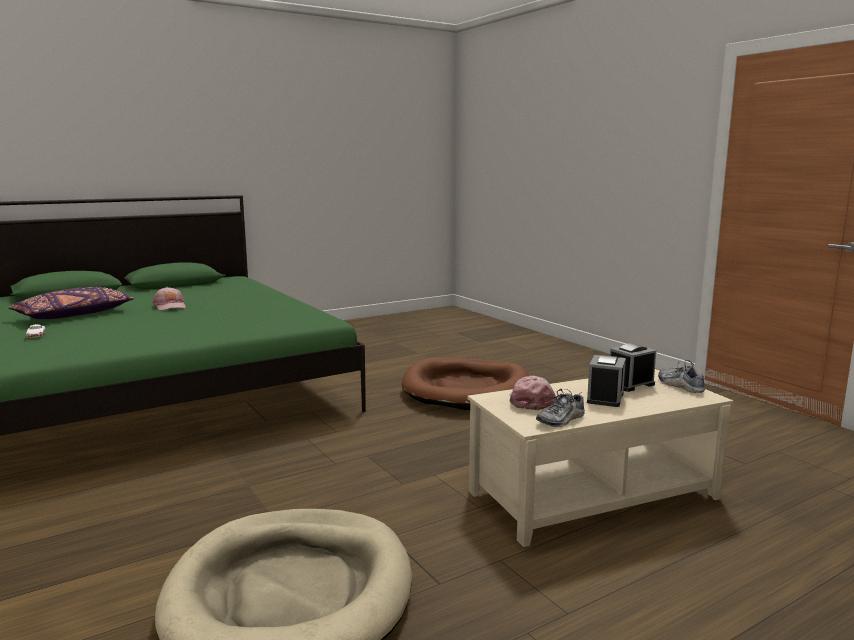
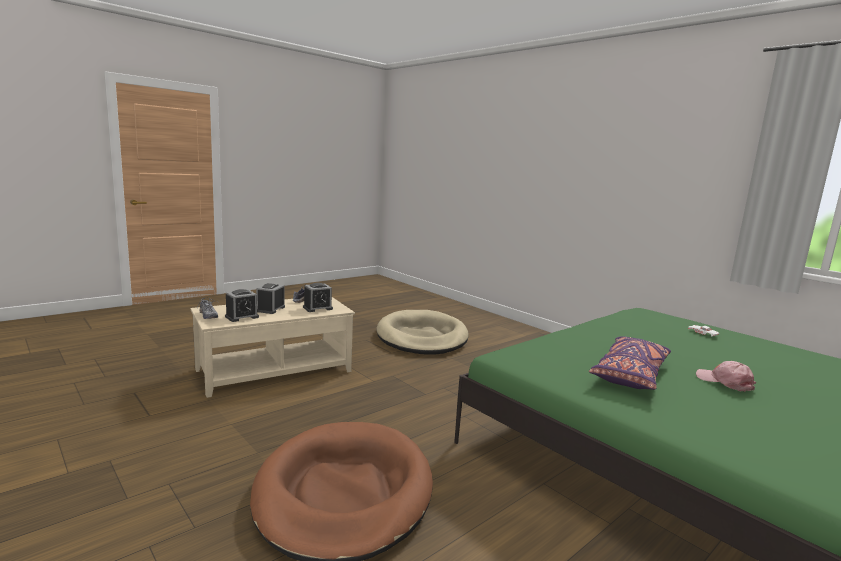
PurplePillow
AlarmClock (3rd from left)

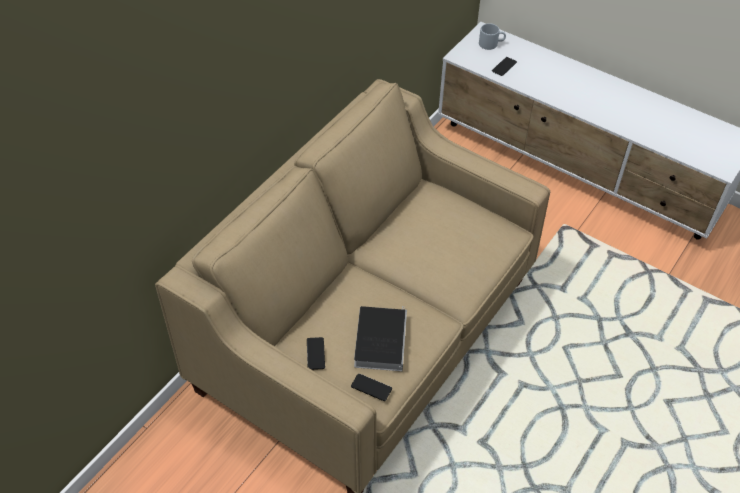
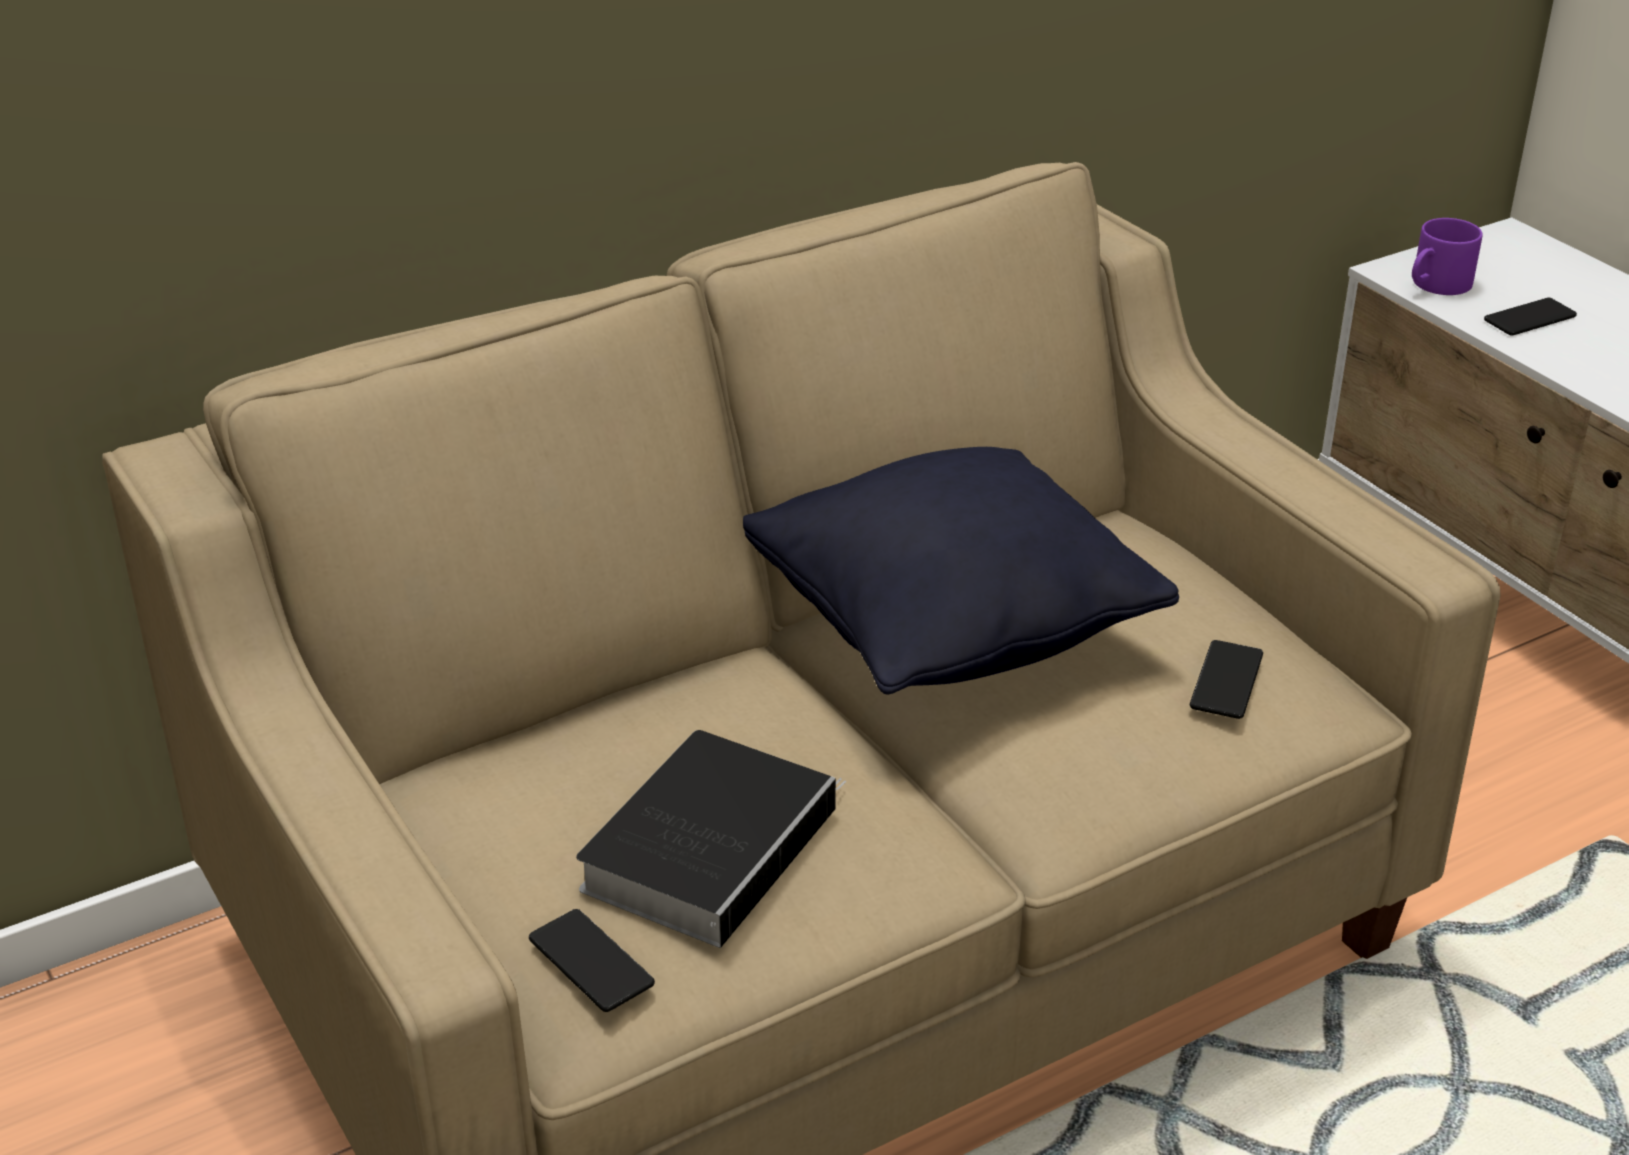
Phone (2nd from left)
GreyMug
BlackPillow
PurpleMug

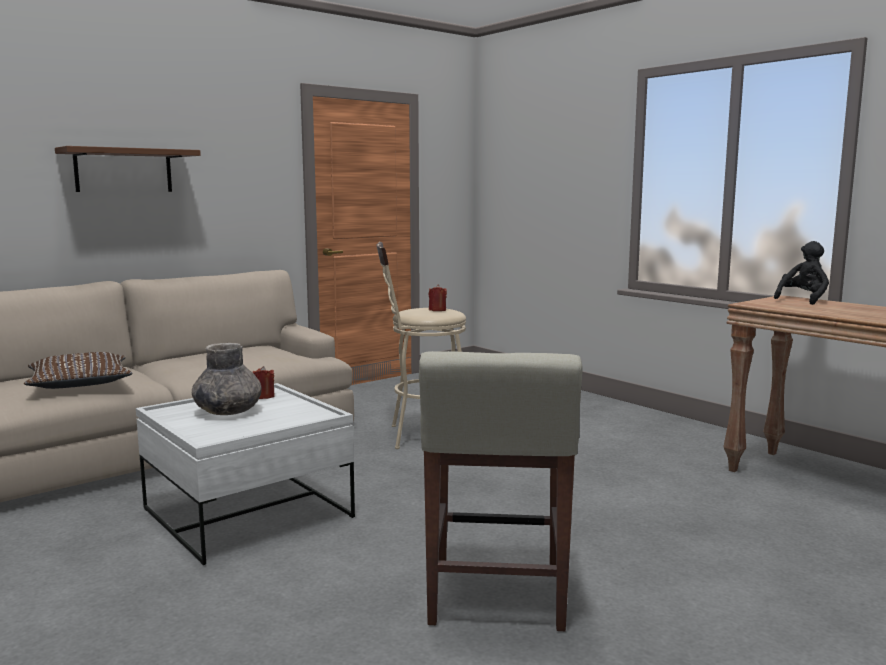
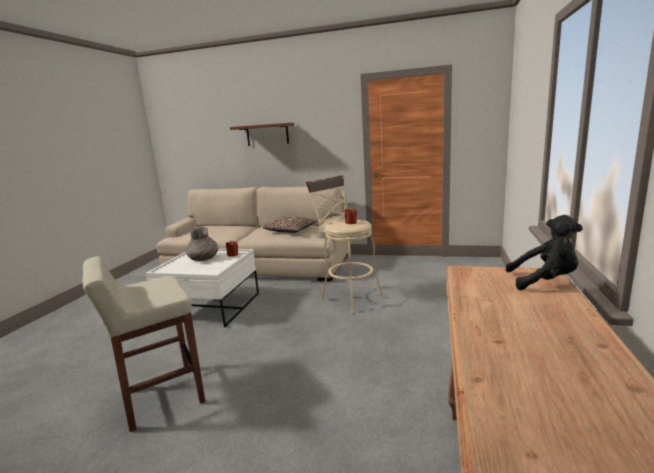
BrownPillow

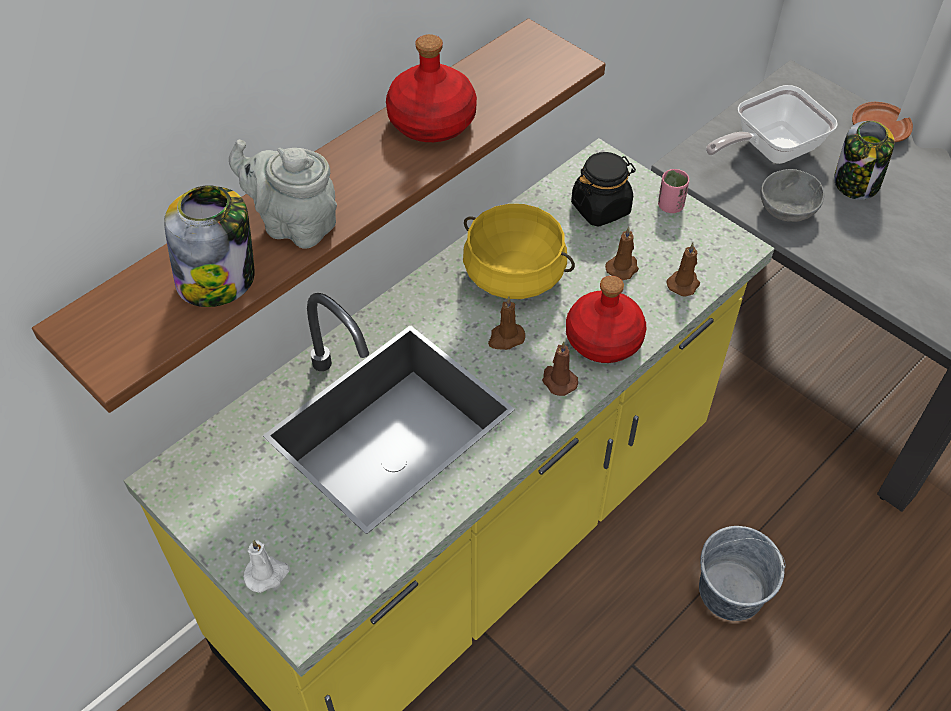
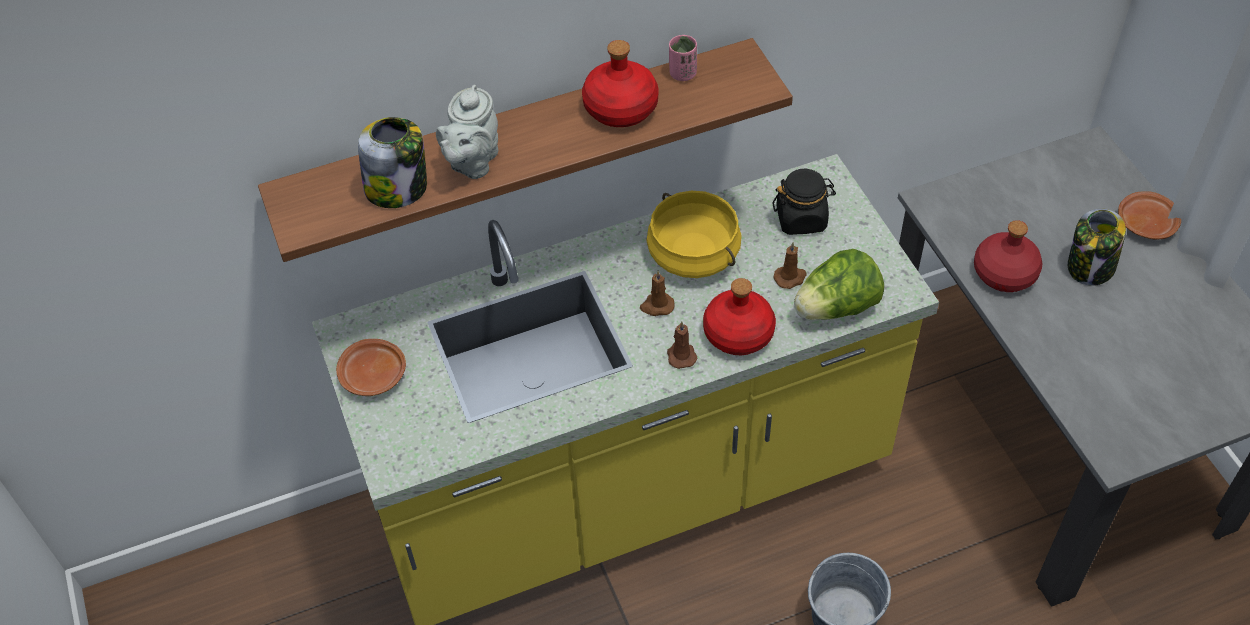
GreyTeapot
WhiteCandle
PinkCup
Lettuce
FryingPan
RedBottle (3rd from left)
BrownPlate (1st from left)

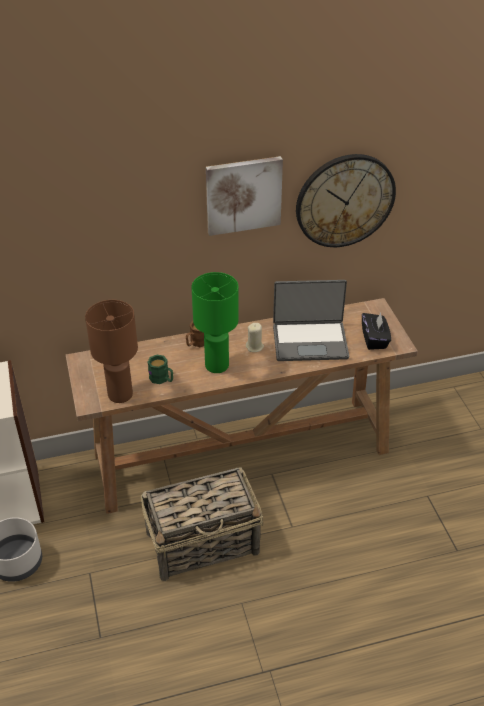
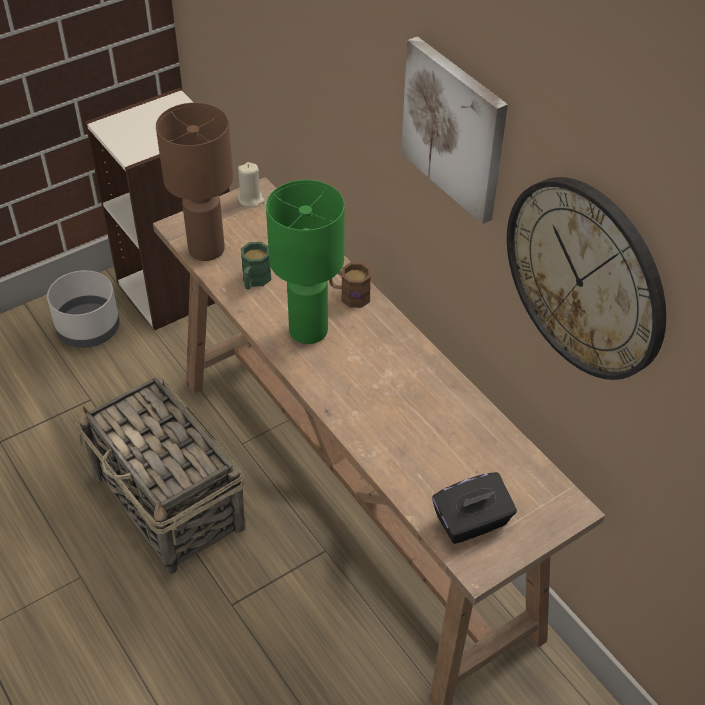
BeigeCandle
Laptop

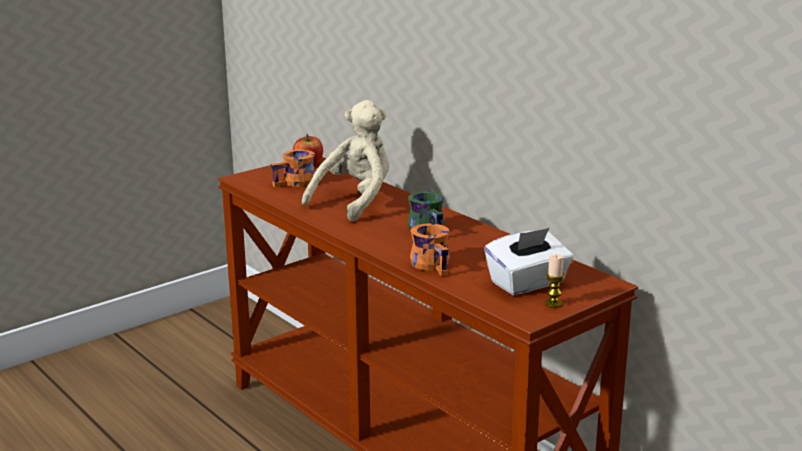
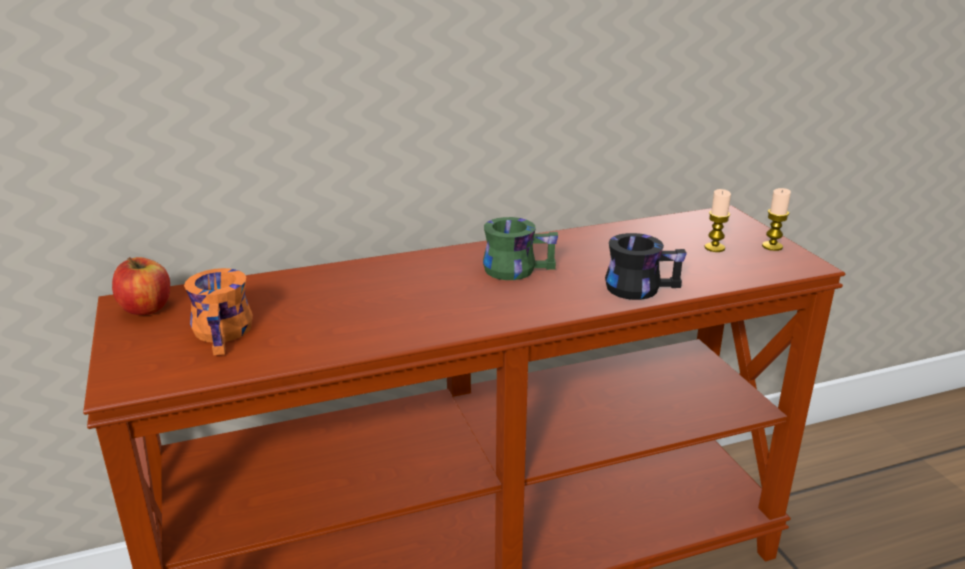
BeigePlushToy
BlackMug
Candle (1st from left)

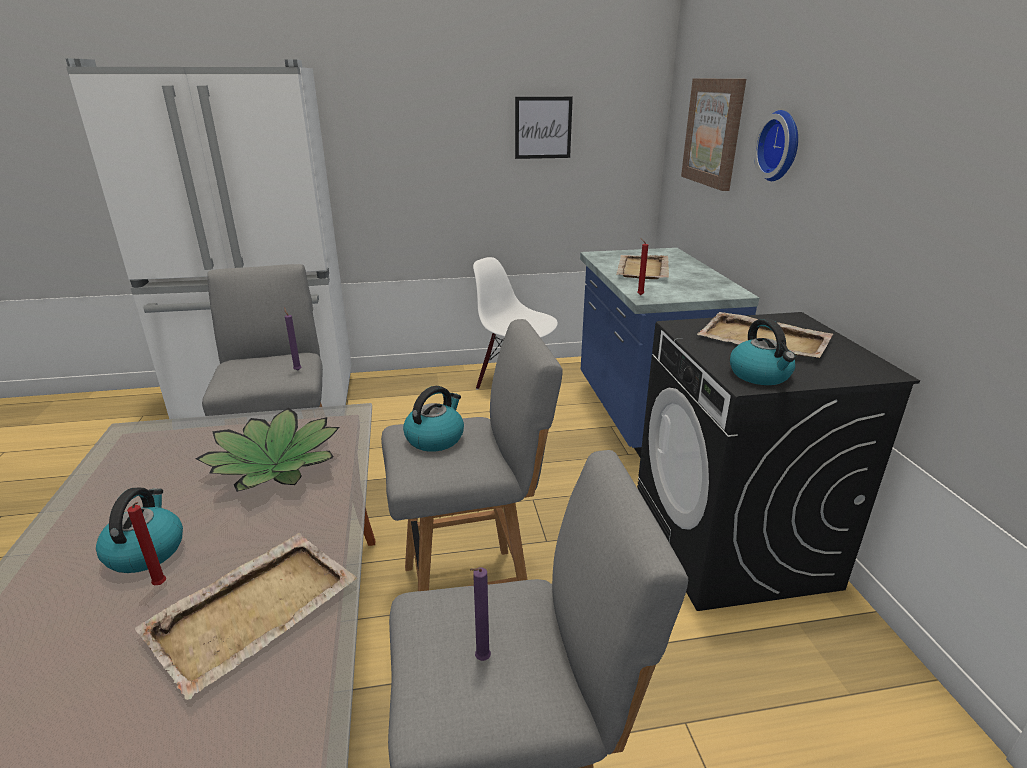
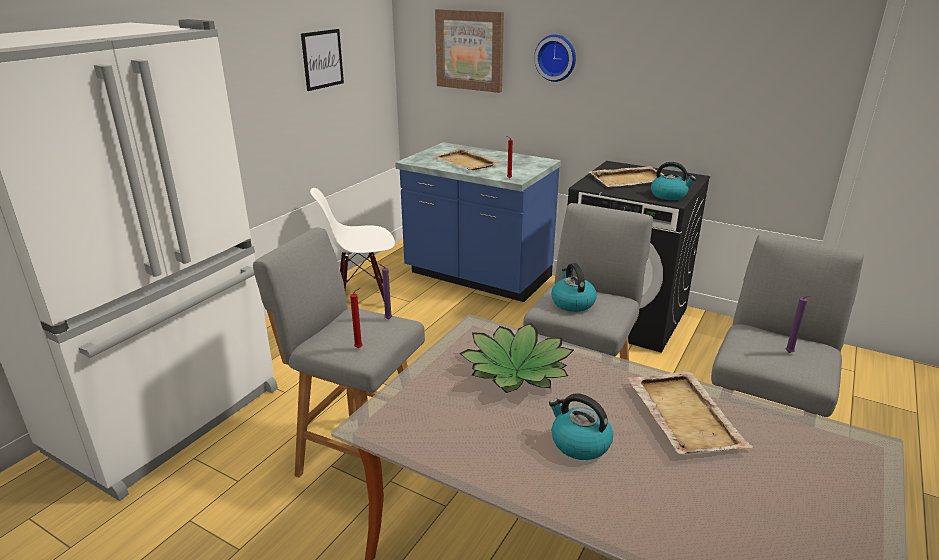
RedCandle (1st from left)

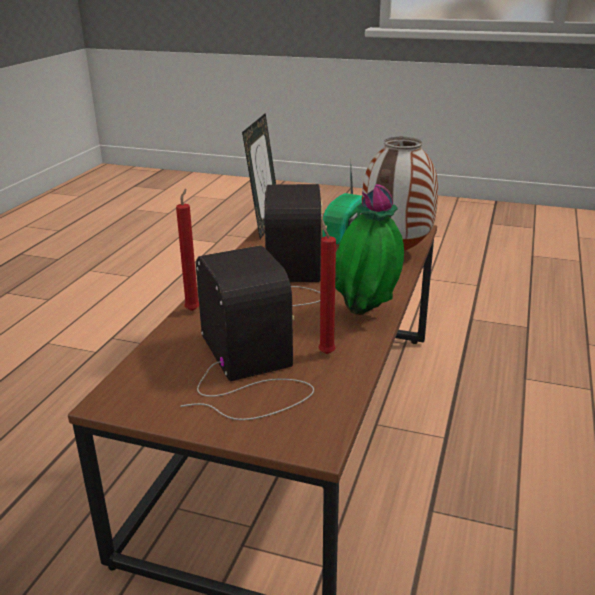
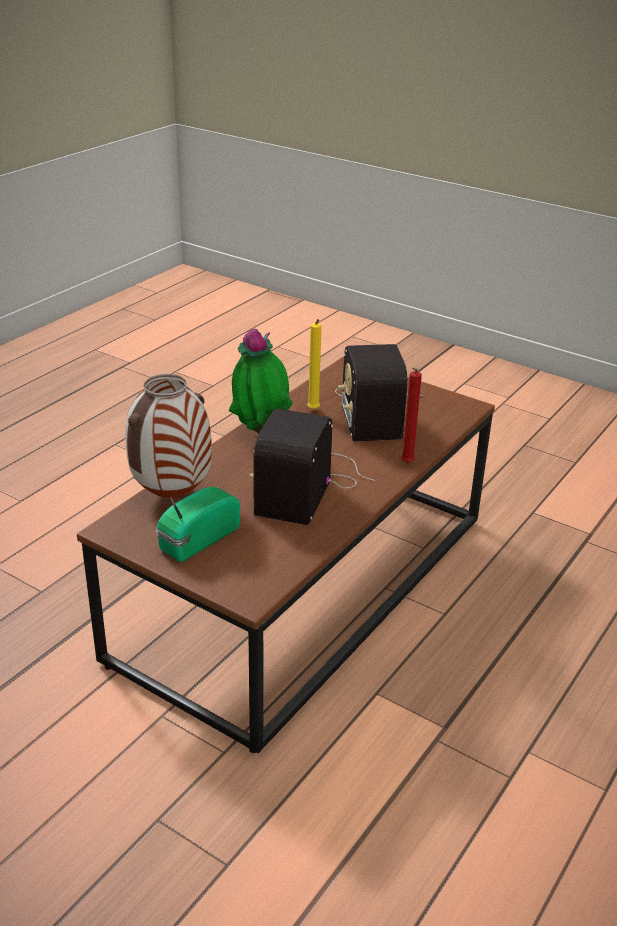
PictureFrame
YellowCandle

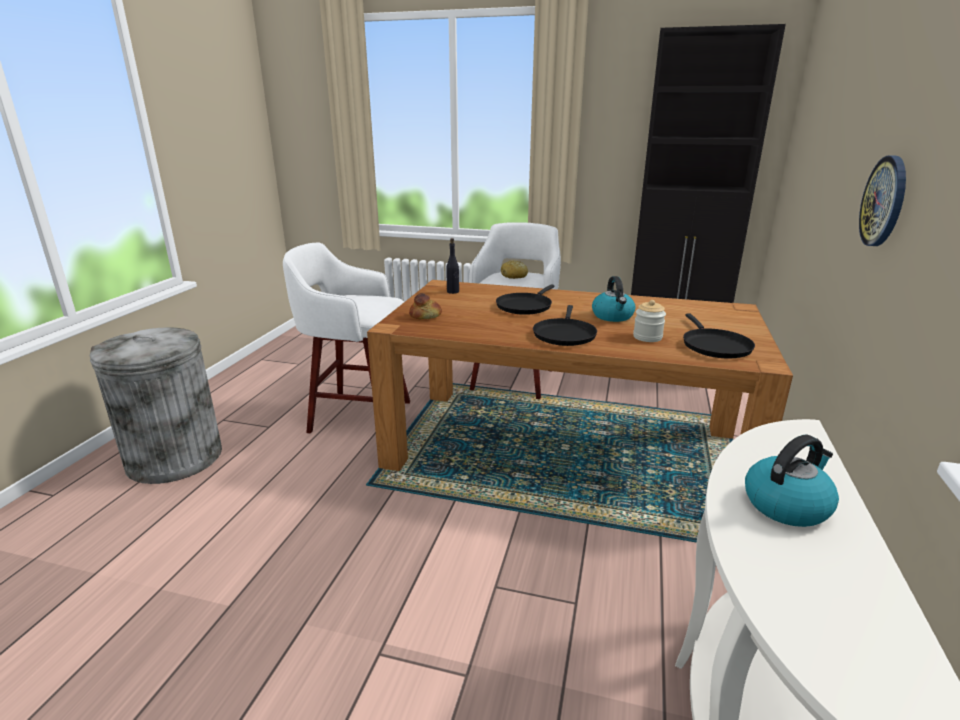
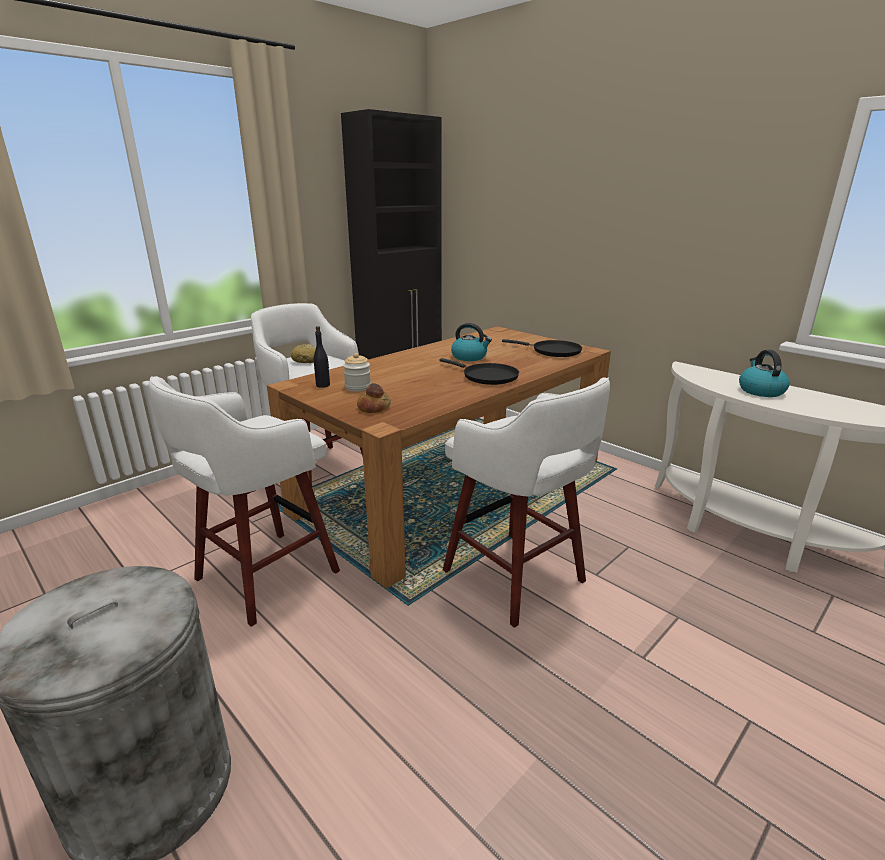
BlackFryingPan (1st from left in the first image)
Jar
WallClock
WhiteStool (3rd from left)

